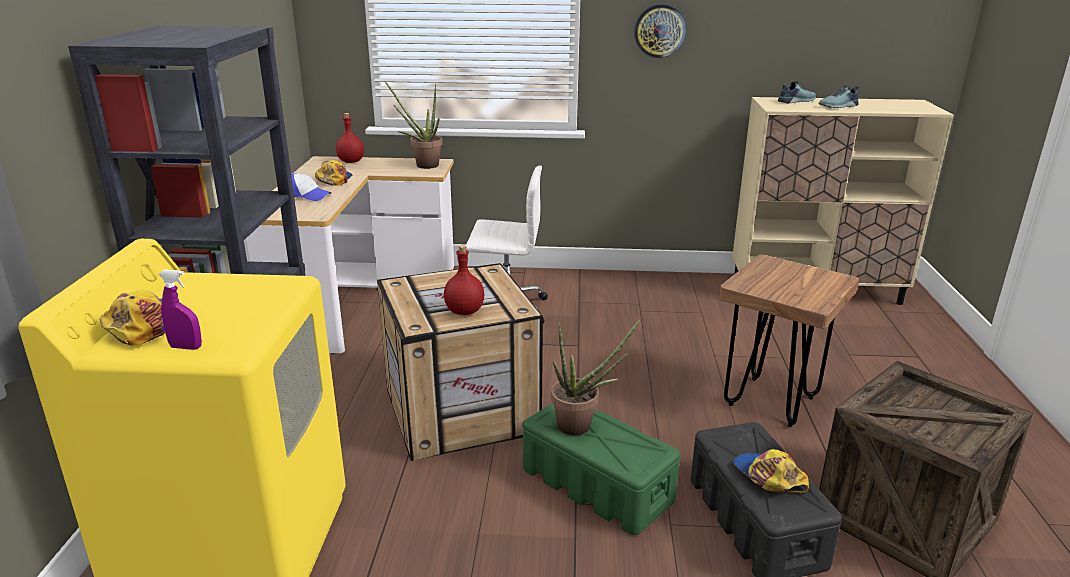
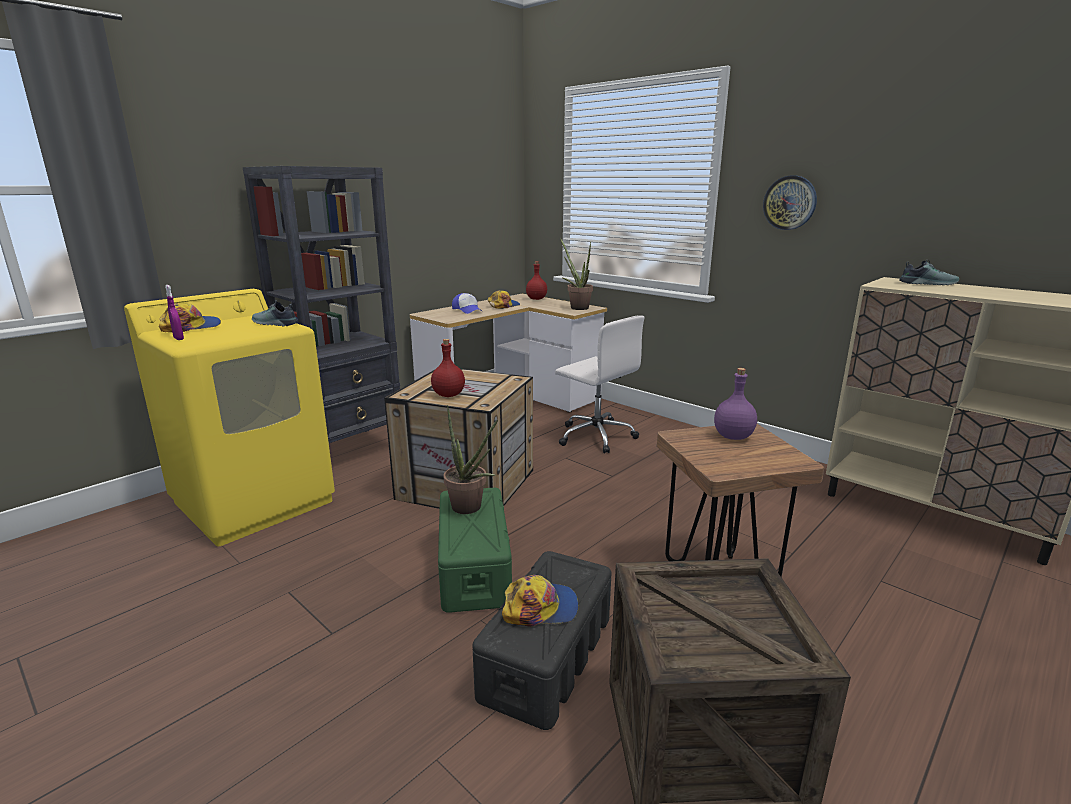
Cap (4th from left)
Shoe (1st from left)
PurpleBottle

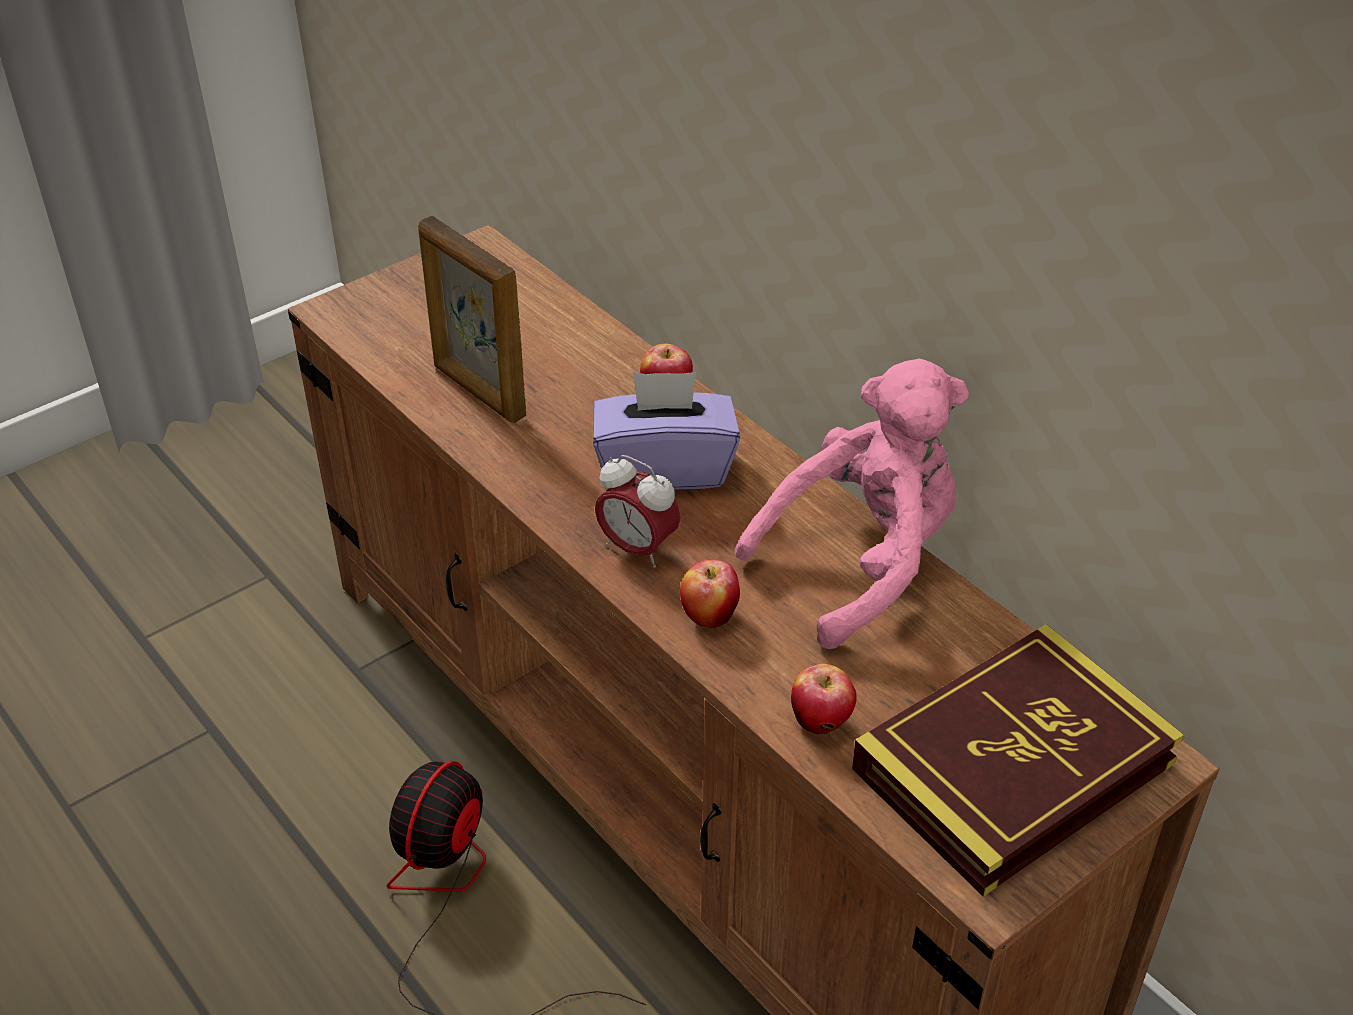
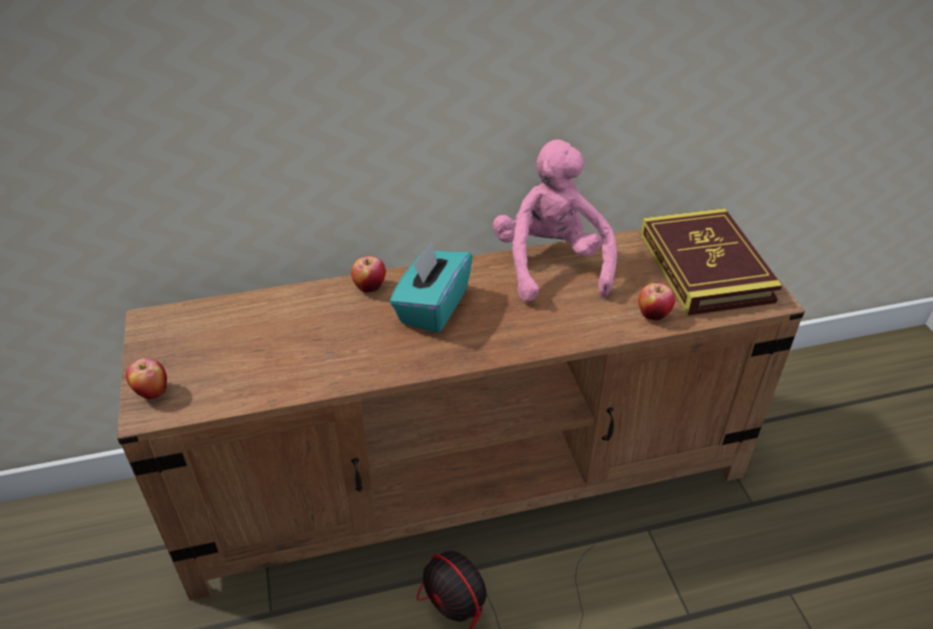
PictureFrame
TurquoiseTissueBox
AlarmClock
Apple (1st from left)

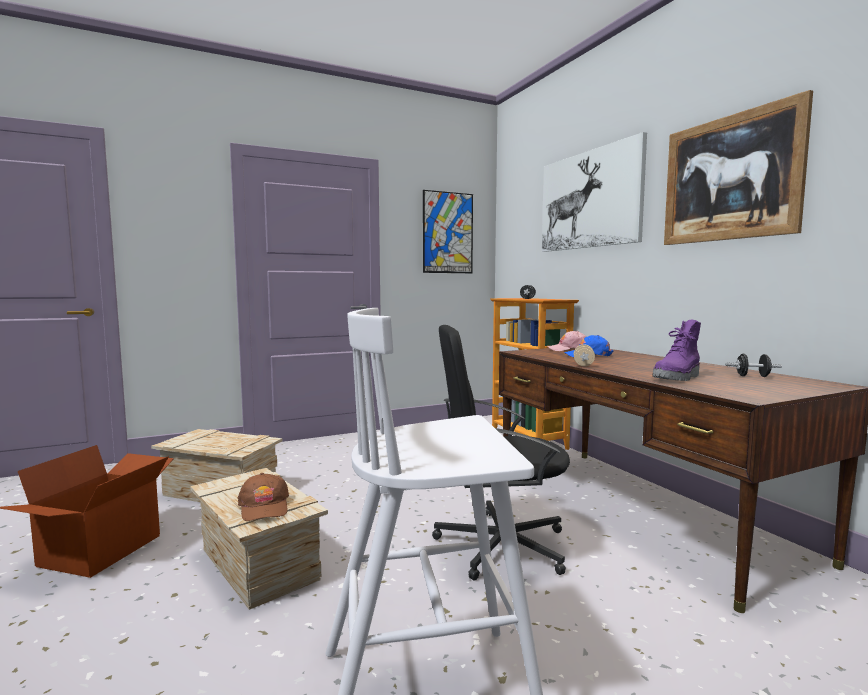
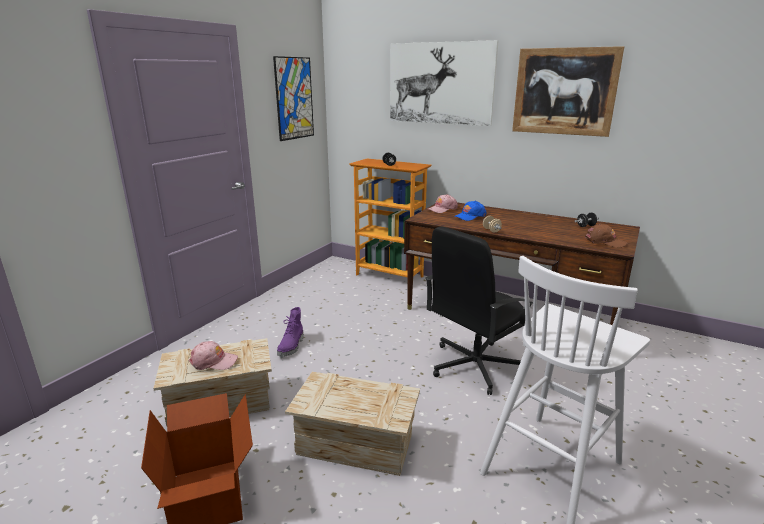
BrownCap
PurpleBoot
PinkCap (1st from left)

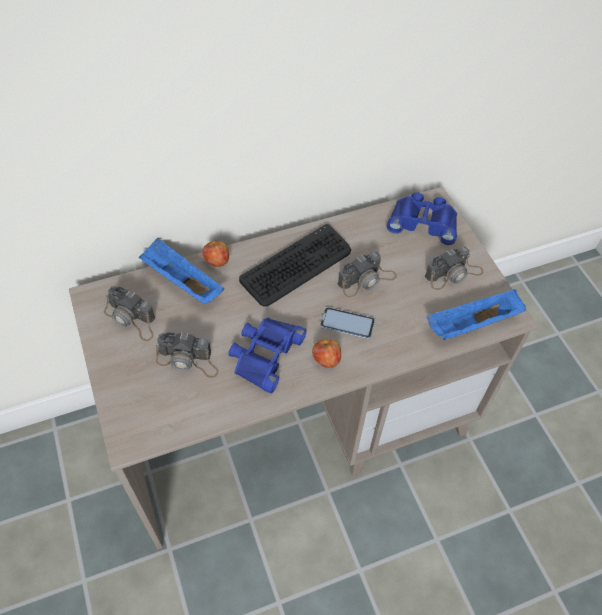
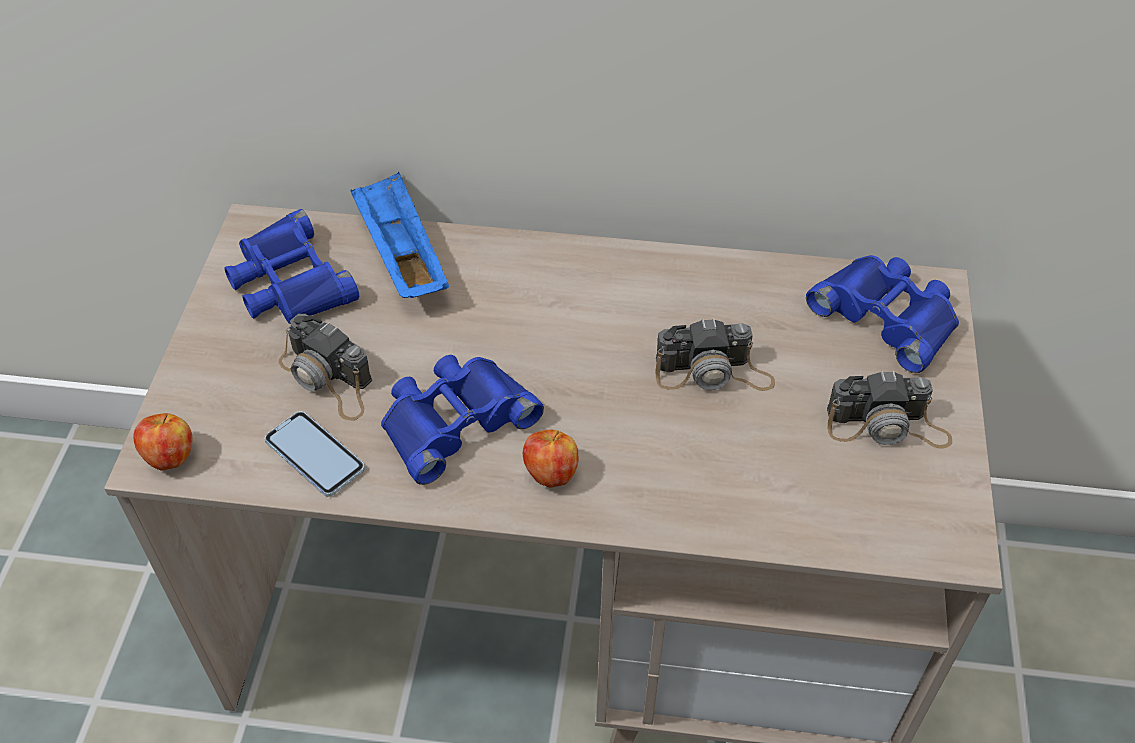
BlueBinoculars (1st from left)
Apple (1st from left)
Keyboard
Phone
BlueTray (2nd from left in the first image)

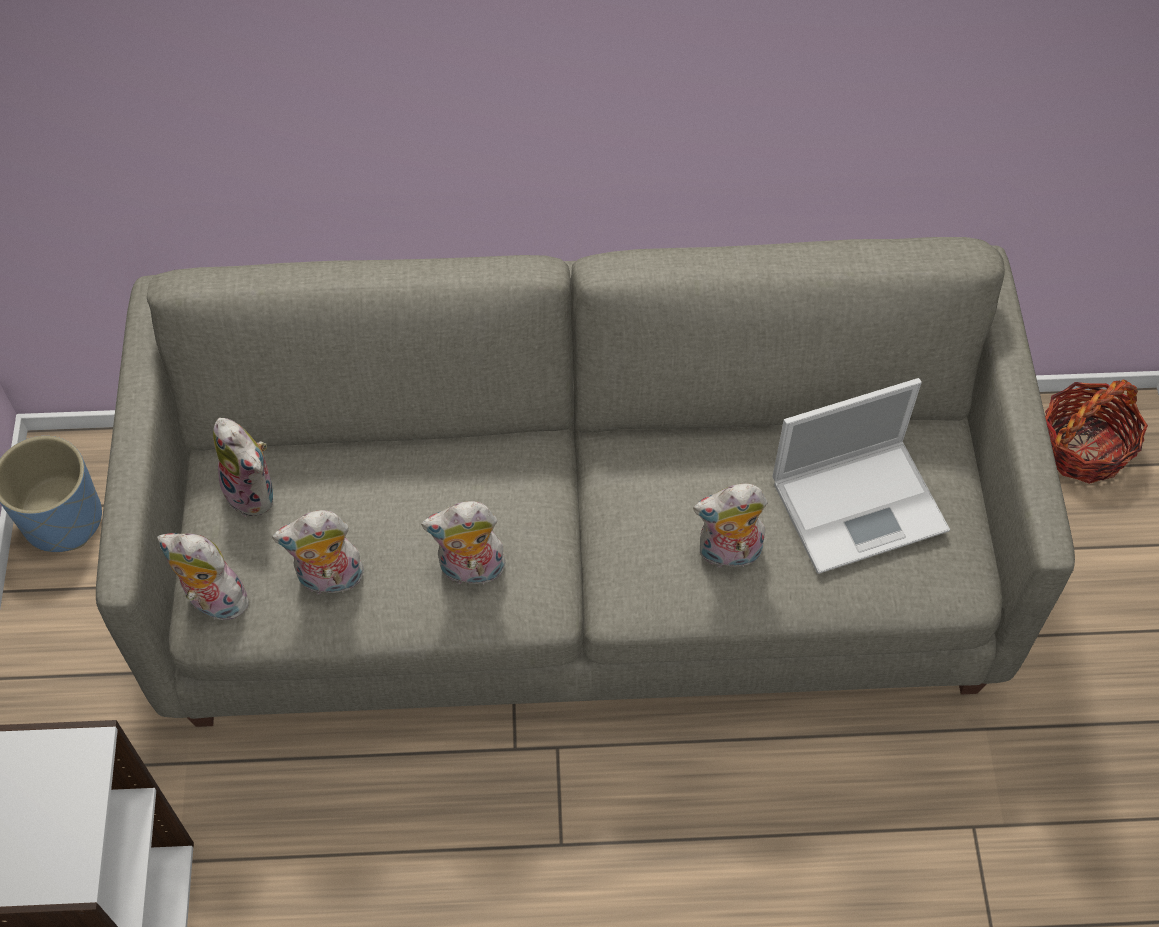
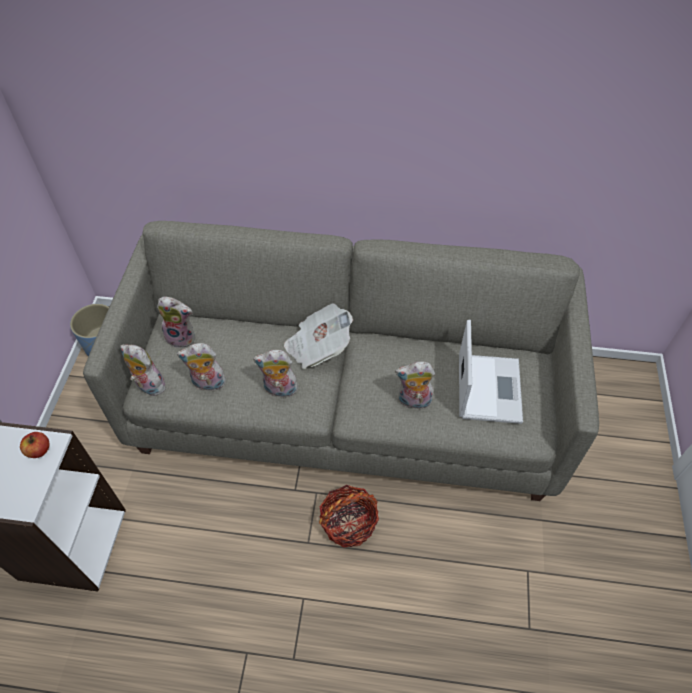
PlushToy (2nd from left)
Laptop
Basket
Apple
Newspaper

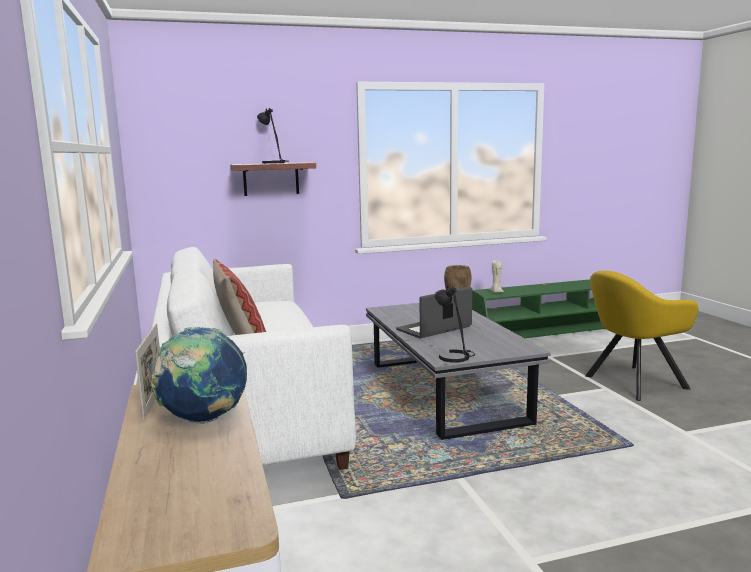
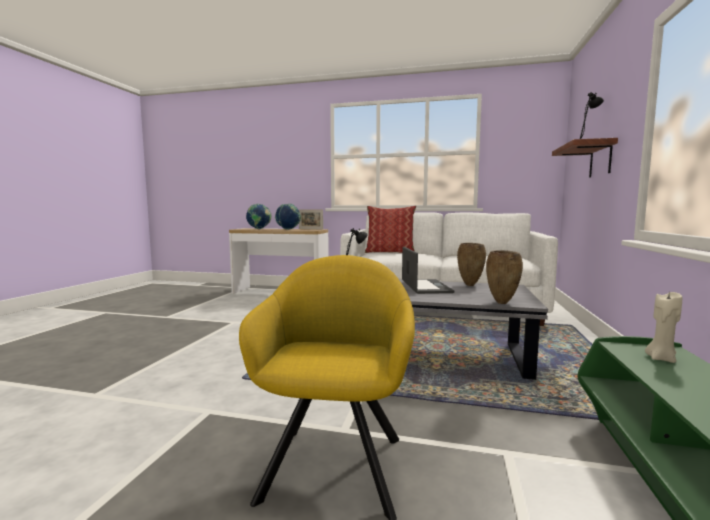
Globe (1st from left)
BrownVase (1st from left)

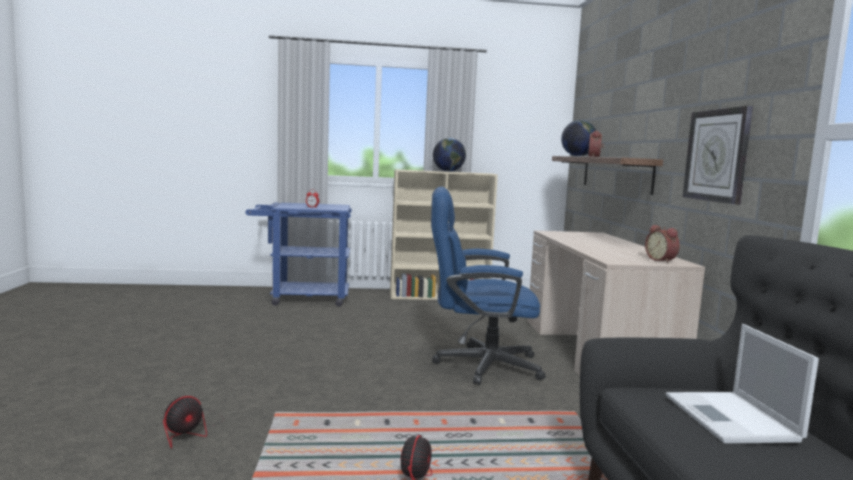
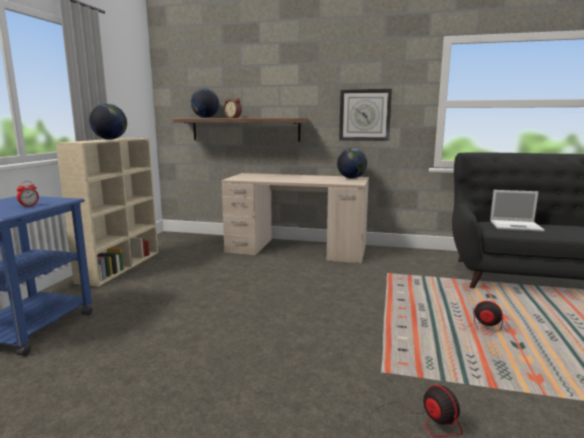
BlueOfficeChair
Globe (3rd from left)

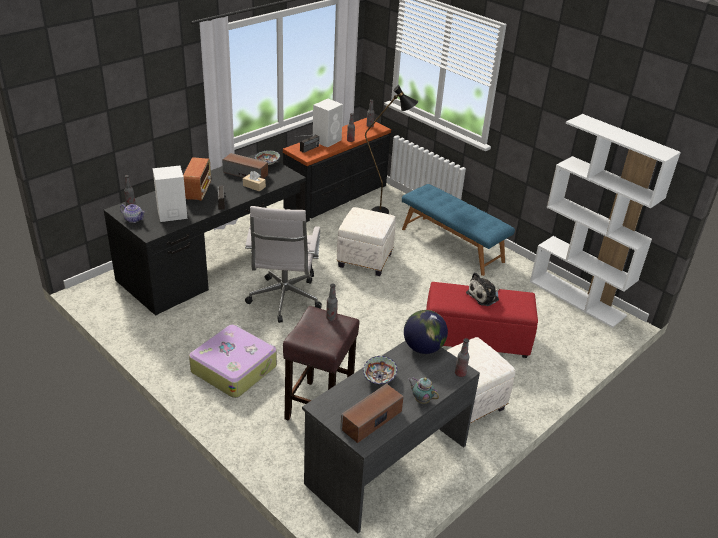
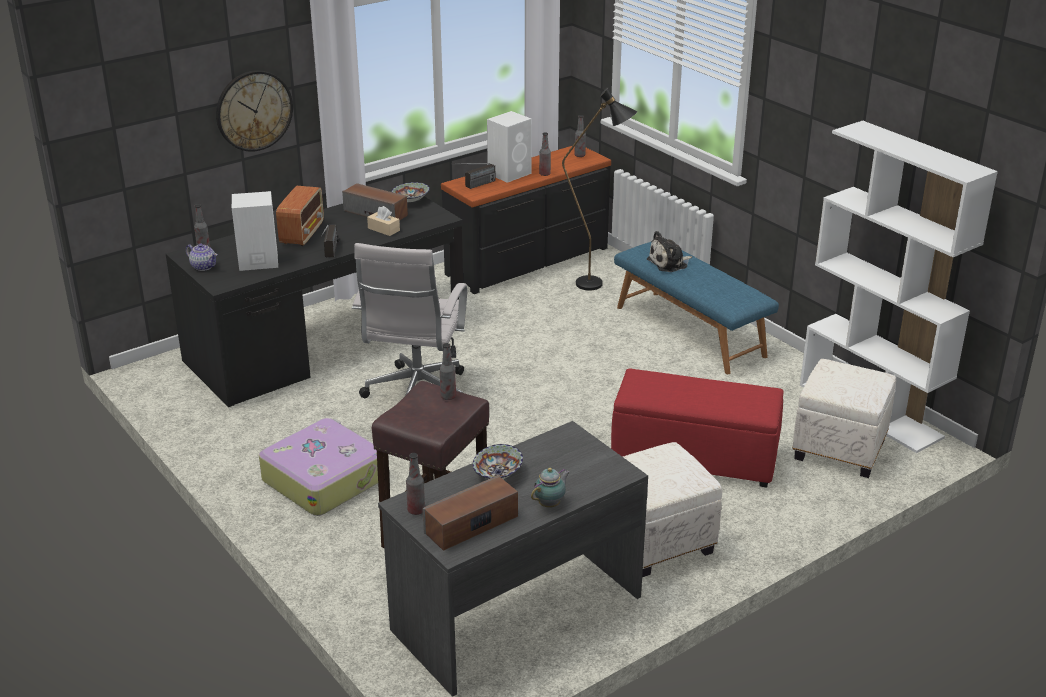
WhiteOttoman (2nd from left)
Globe
Teapot (2nd from left)
Bottle (2nd from left)
PlushToy
WallClock

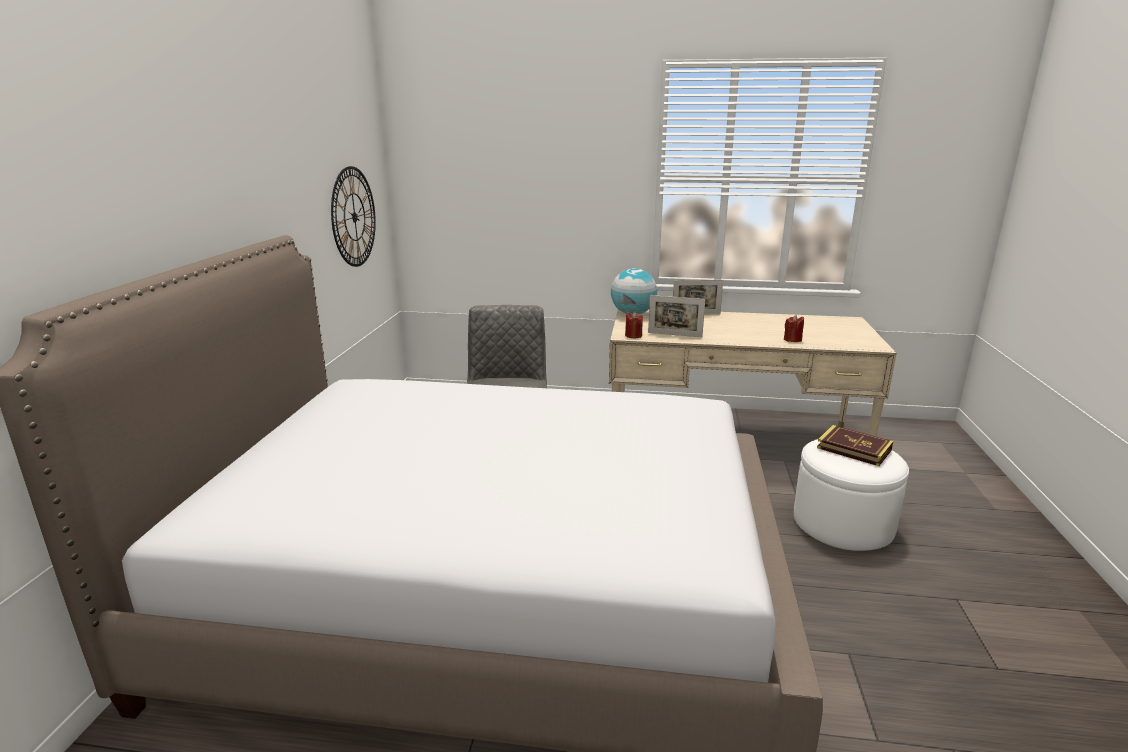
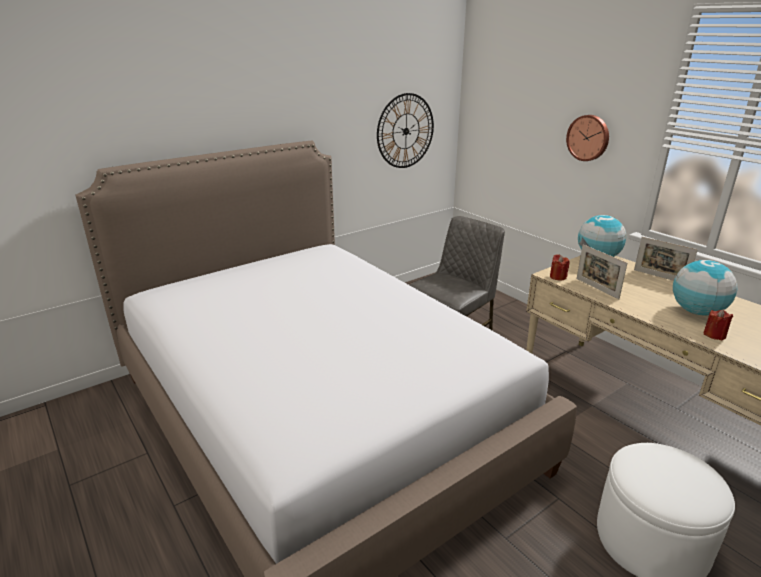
Book
WallClock (2nd from left)
Globe (2nd from left)

